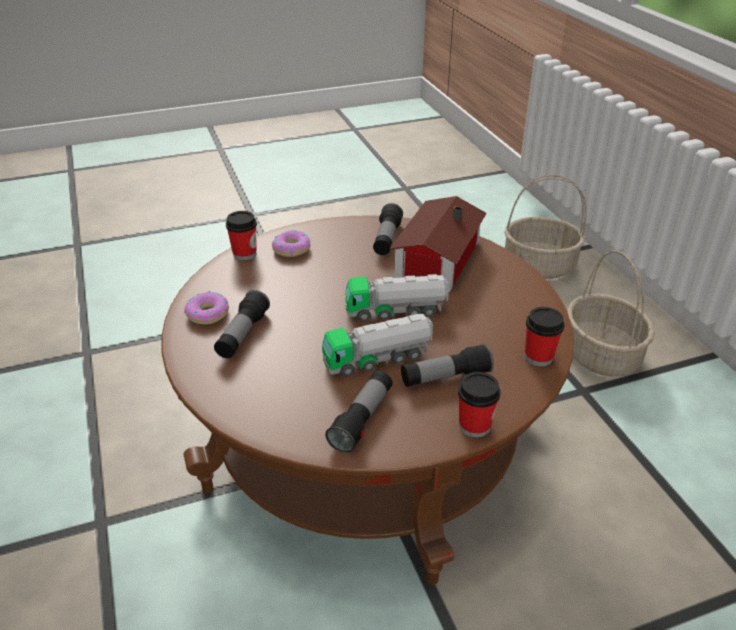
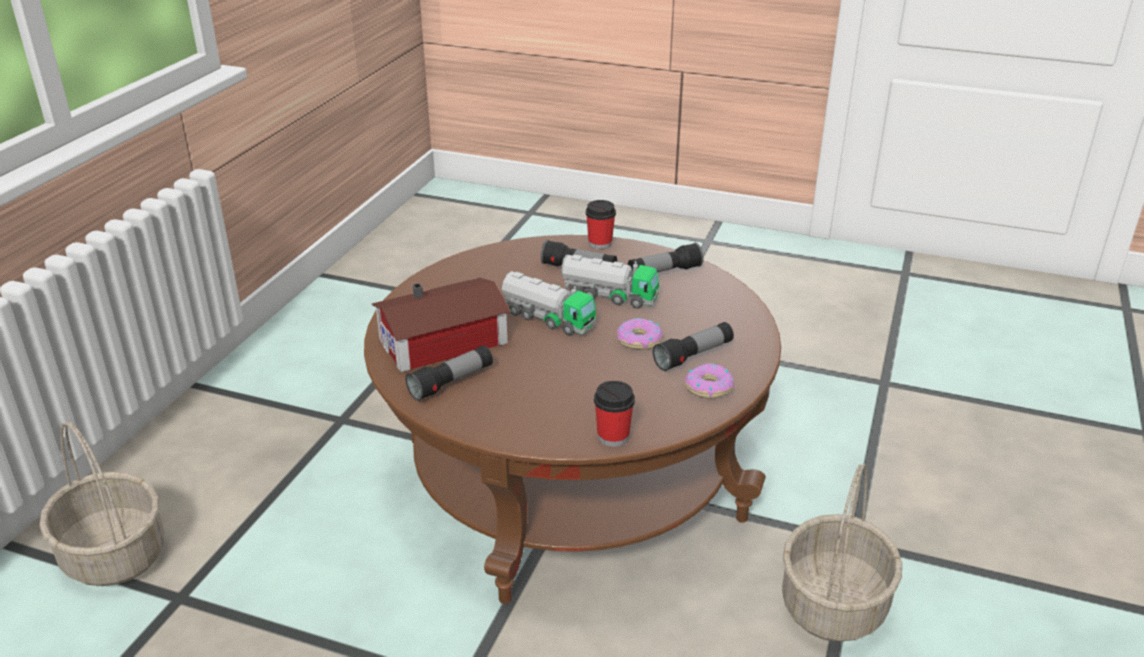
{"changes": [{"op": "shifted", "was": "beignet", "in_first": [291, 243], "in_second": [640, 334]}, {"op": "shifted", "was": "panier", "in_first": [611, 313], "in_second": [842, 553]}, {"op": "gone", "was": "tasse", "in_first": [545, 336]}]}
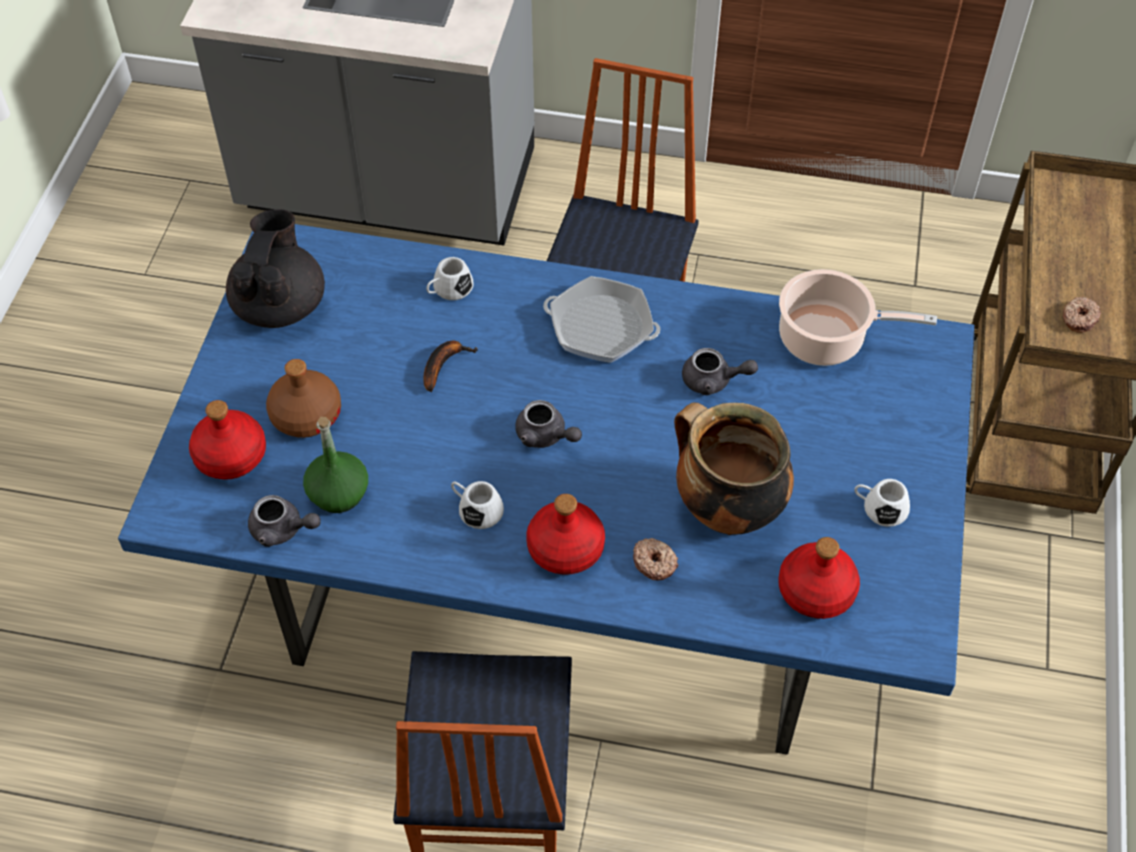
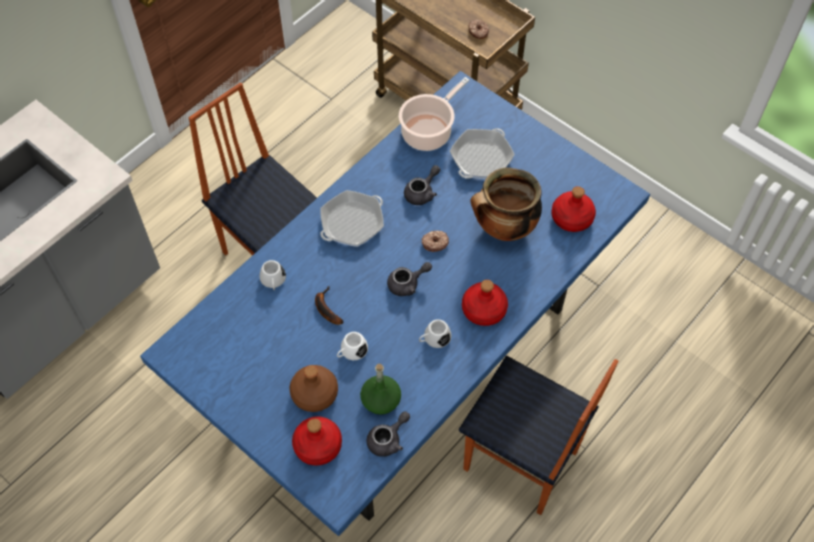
{"changes": [{"op": "shifted", "was": "mug/blanc", "in_first": [882, 503], "in_second": [352, 346]}, {"op": "shifted", "was": "beignet", "in_first": [655, 559], "in_second": [435, 241]}, {"op": "new", "now": "poêle", "in_second": [482, 153]}, {"op": "gone", "was": "théière/noir", "in_first": [275, 268]}]}
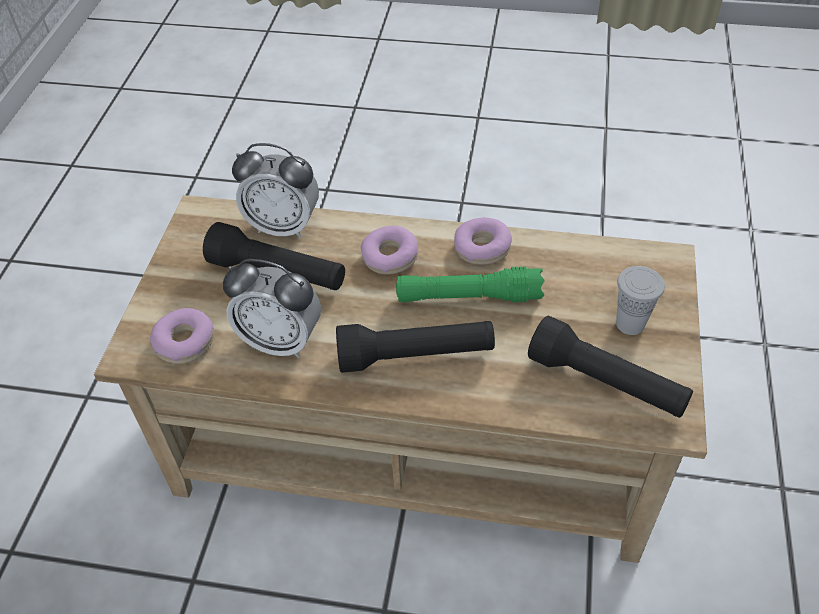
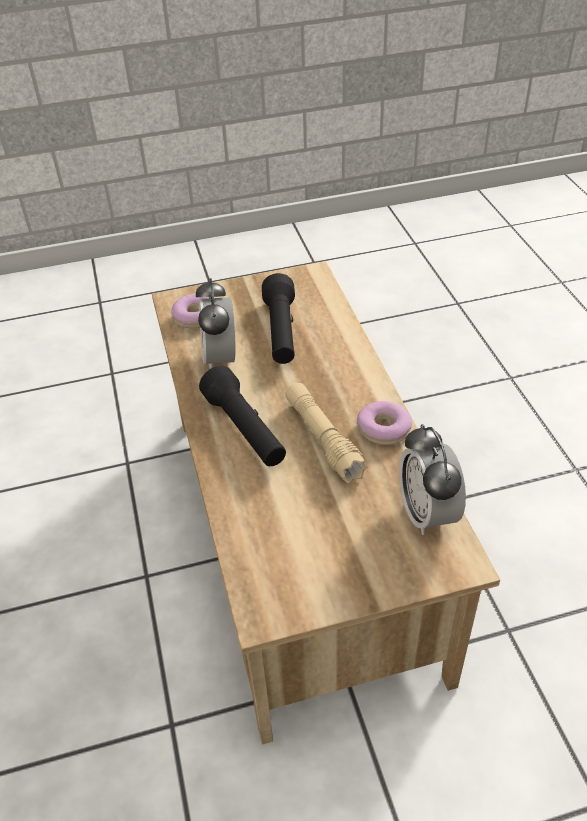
{"changes": [{"op": "repainted", "was": "lampe de poche/vert", "now": "lampe de poche/beige", "in_first": [470, 284], "in_second": [326, 433]}, {"op": "shifted", "was": "réveil", "in_first": [275, 190], "in_second": [432, 479]}, {"op": "gone", "was": "beignet", "in_first": [389, 250]}, {"op": "gone", "was": "lampe de poche/noir", "in_first": [610, 367]}, {"op": "gone", "was": "tasse/blanc", "in_first": [640, 300]}]}
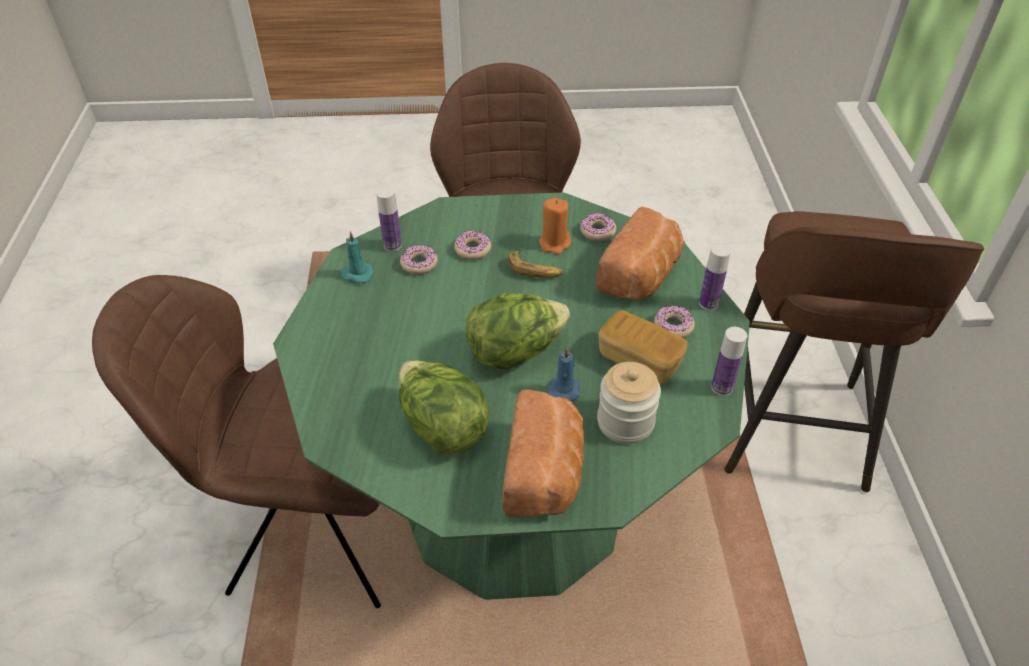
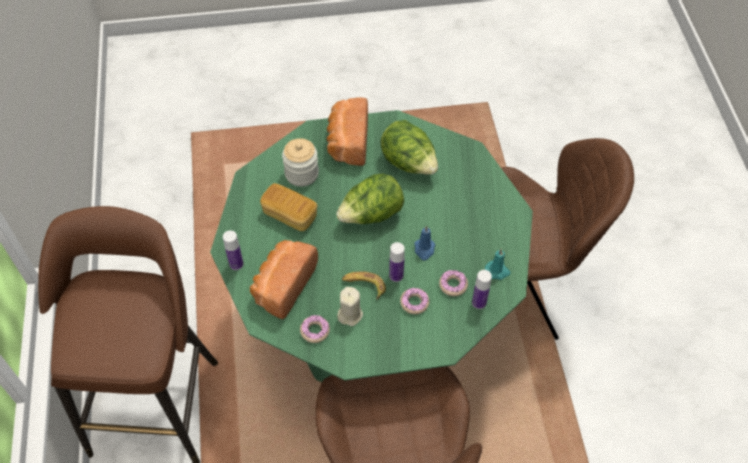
{"changes": [{"op": "repainted", "was": "bougie/orange", "now": "bougie/beige", "in_first": [555, 226], "in_second": [350, 306]}, {"op": "shifted", "was": "bouteille", "in_first": [729, 361], "in_second": [397, 262]}, {"op": "shifted", "was": "bougie/bleu", "in_first": [563, 374], "in_second": [424, 242]}, {"op": "gone", "was": "beignet", "in_first": [674, 321]}]}
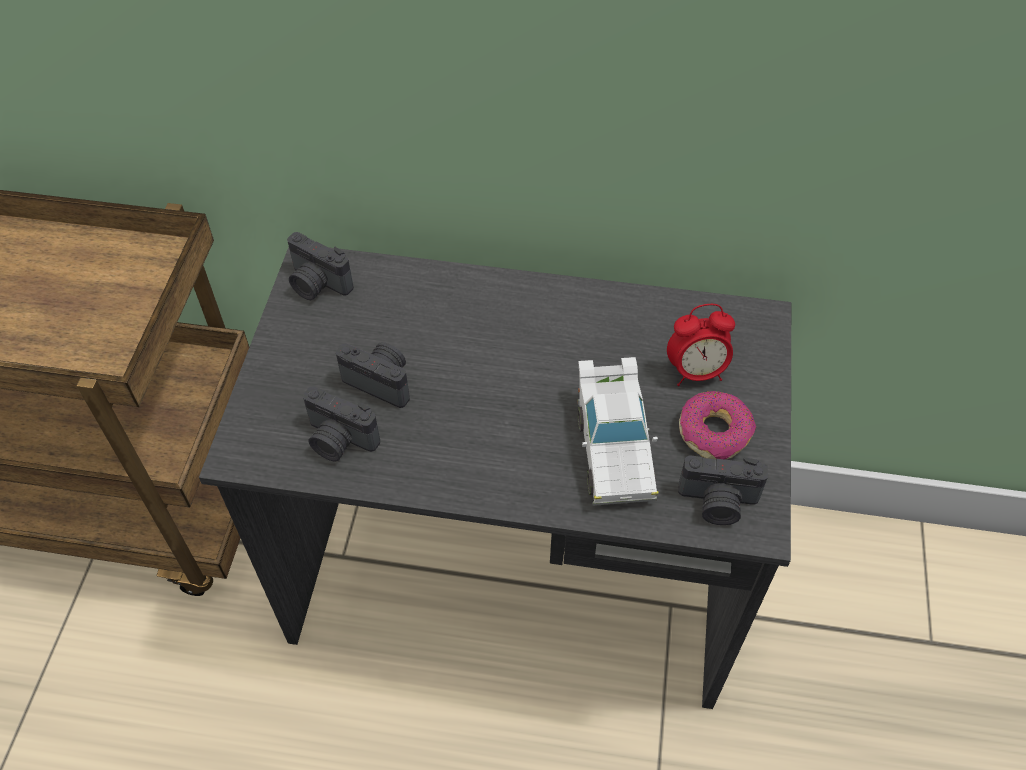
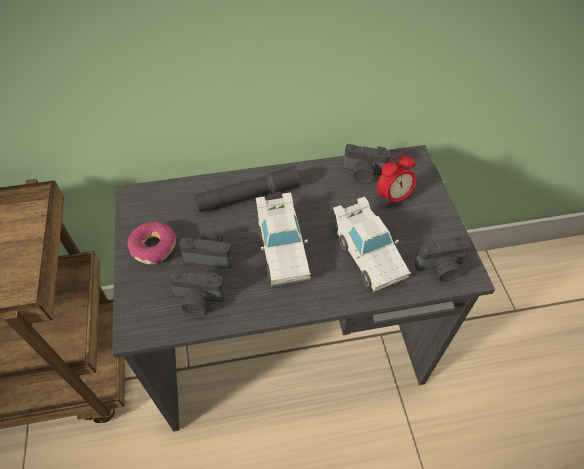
{"changes": [{"op": "shifted", "was": "beignet", "in_first": [717, 425], "in_second": [152, 243]}, {"op": "new", "now": "lampe de poche/gris", "in_second": [247, 189]}, {"op": "new", "now": "petite voiture/blanc", "in_second": [283, 239]}, {"op": "shifted", "was": "appareil photo", "in_first": [320, 266], "in_second": [366, 164]}]}
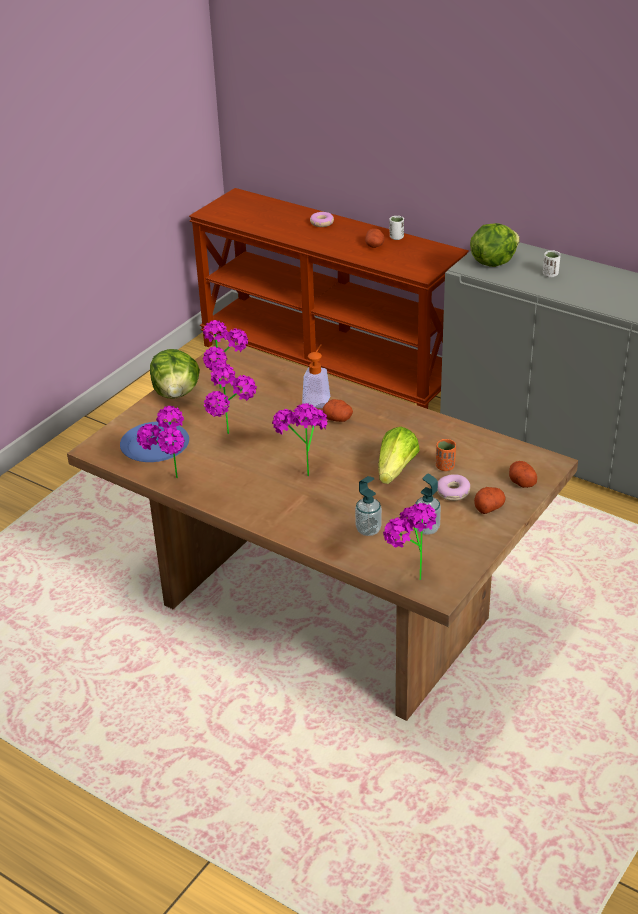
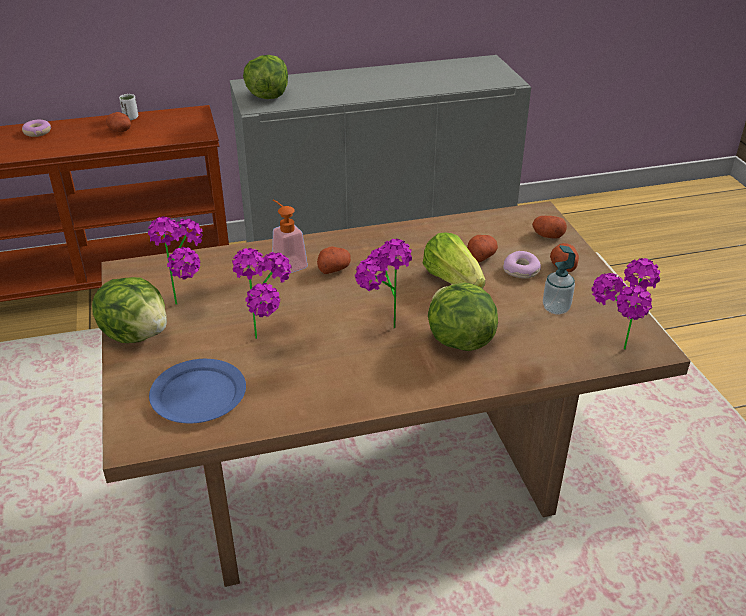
{"changes": [{"op": "new", "now": "laitue", "in_second": [463, 317]}, {"op": "swapped", "was": "tasse/orange", "now": "pomme de terre", "in_first": [446, 455], "in_second": [482, 248]}, {"op": "gone", "was": "plante en pot", "in_first": [161, 442]}, {"op": "gone", "was": "distributeur de savon", "in_first": [368, 506]}, {"op": "gone", "was": "tasse/blanc", "in_first": [552, 263]}]}
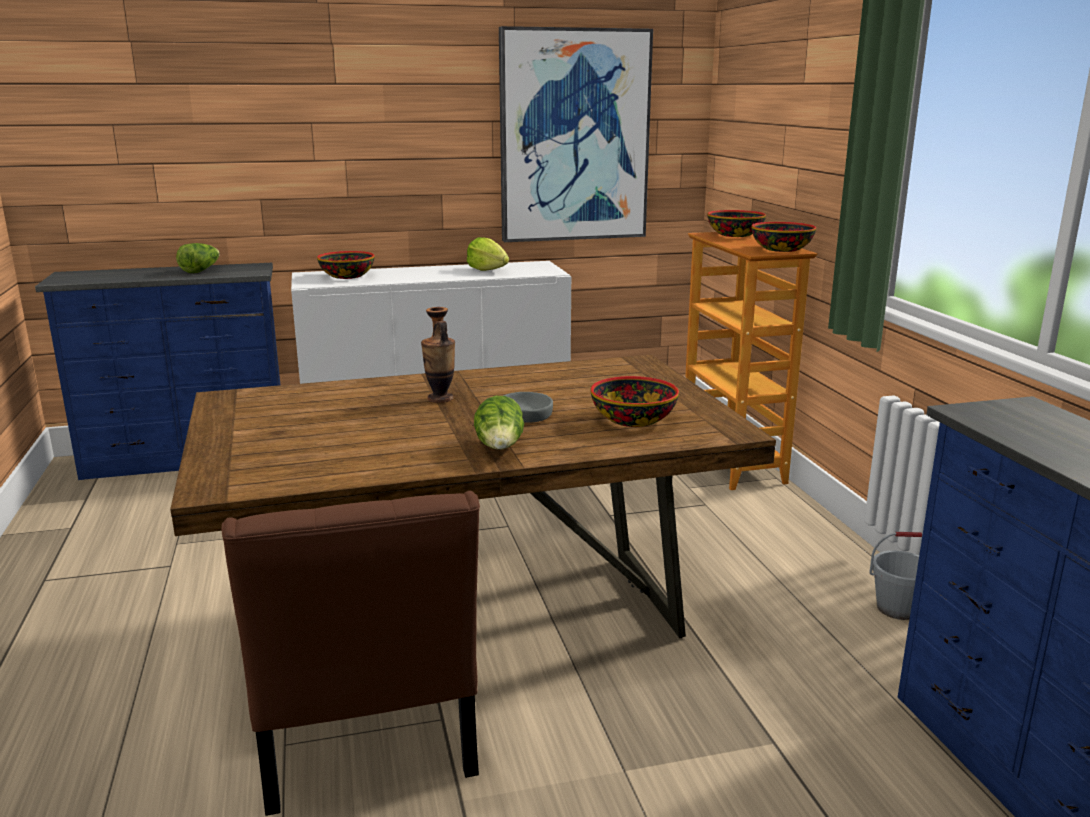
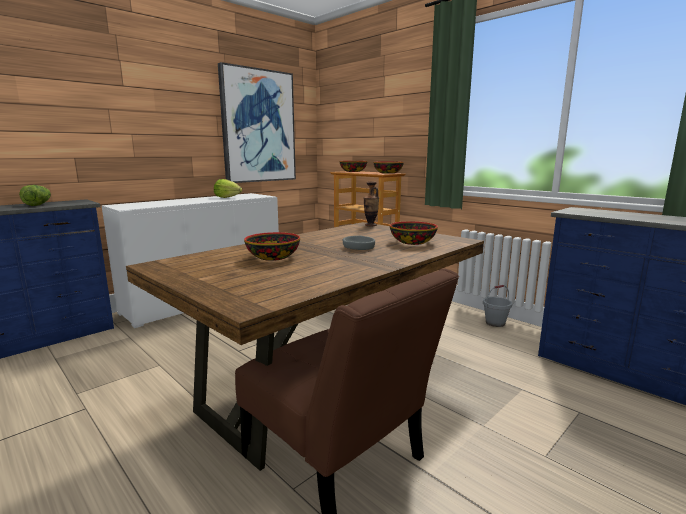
{"changes": [{"op": "shifted", "was": "bol", "in_first": [346, 265], "in_second": [272, 246]}, {"op": "shifted", "was": "vase", "in_first": [438, 355], "in_second": [371, 204]}, {"op": "gone", "was": "laitue", "in_first": [499, 423]}]}
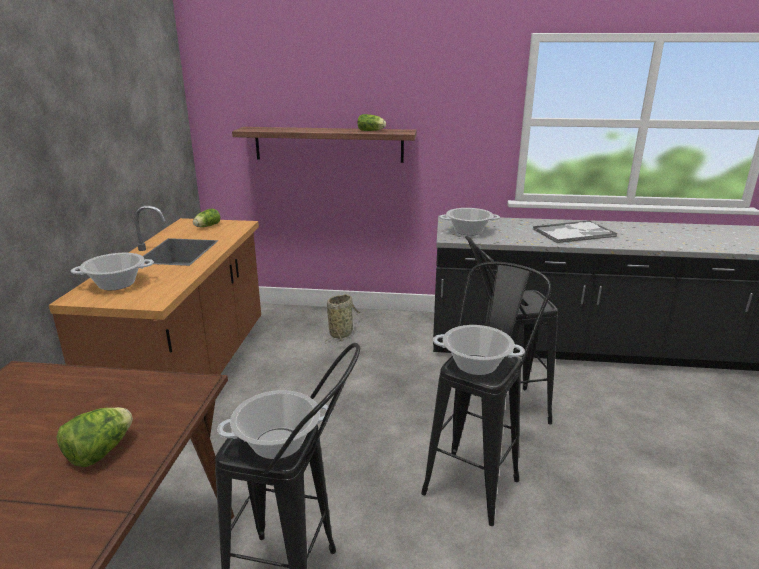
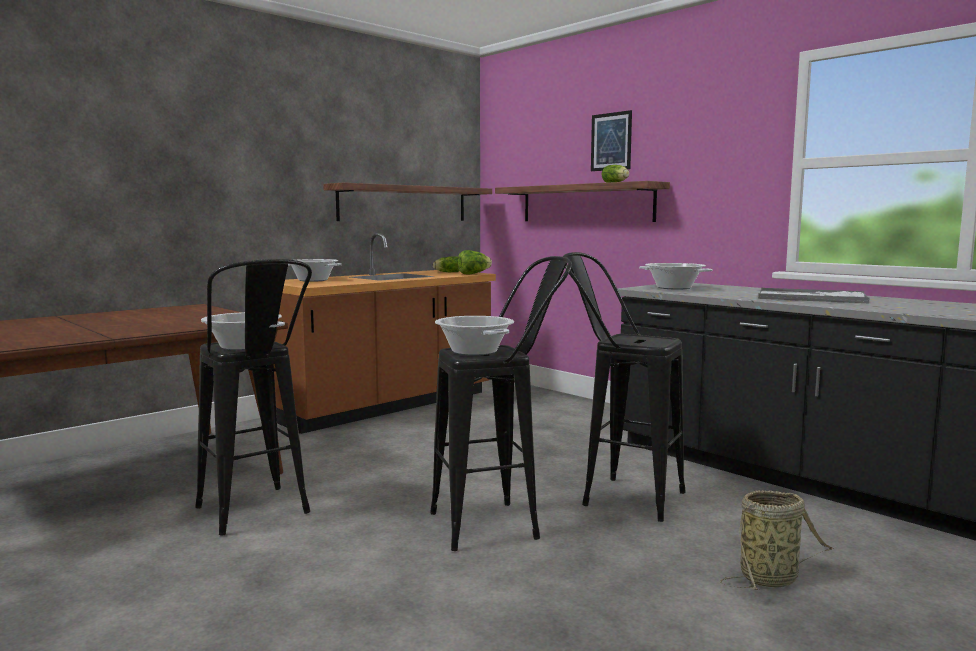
{"changes": [{"op": "new", "now": "étagère", "in_second": [407, 202]}, {"op": "shifted", "was": "laitue", "in_first": [94, 437], "in_second": [475, 262]}, {"op": "new", "now": "tableau", "in_second": [611, 140]}, {"op": "shifted", "was": "panier", "in_first": [342, 319], "in_second": [777, 540]}]}
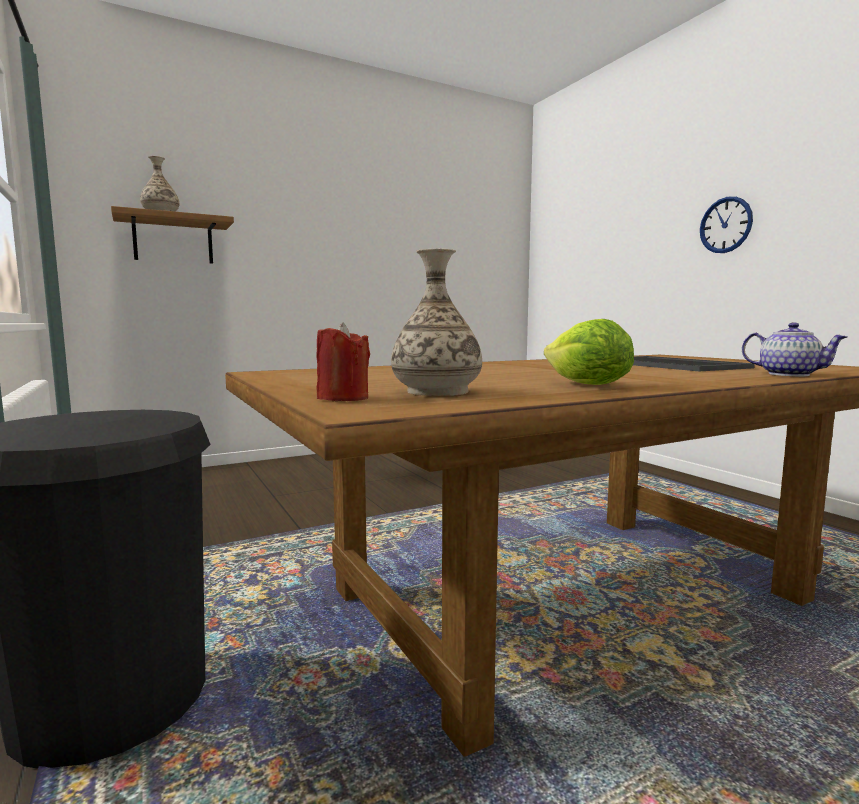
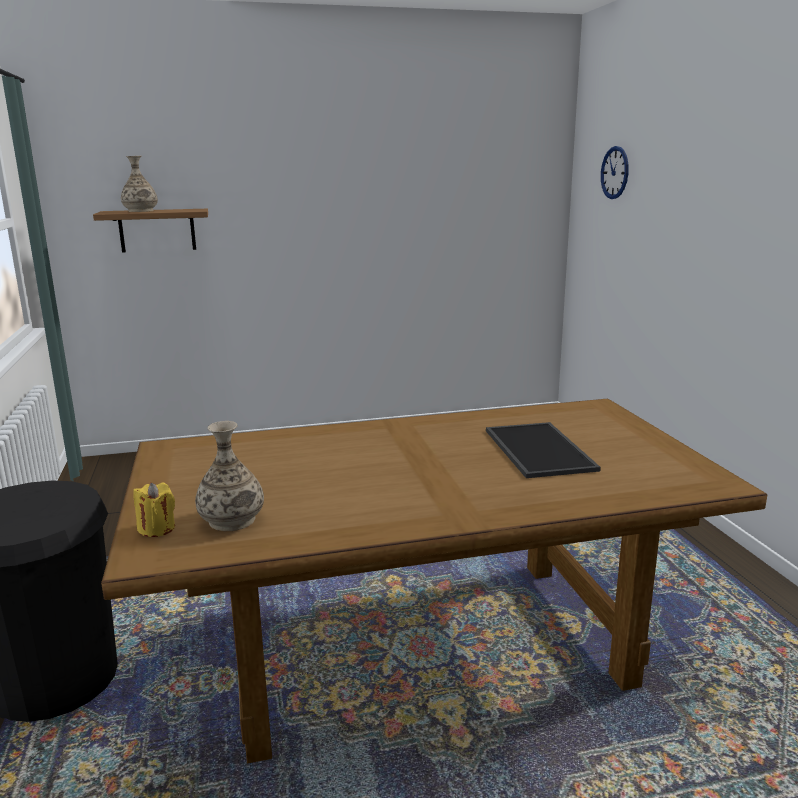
{"changes": [{"op": "repainted", "was": "bougie/rouge", "now": "bougie/jaune", "in_first": [343, 361], "in_second": [154, 509]}, {"op": "shifted", "was": "horloge murale", "in_first": [726, 224], "in_second": [615, 172]}, {"op": "gone", "was": "laitue", "in_first": [589, 352]}, {"op": "gone", "was": "théière", "in_first": [795, 349]}]}
